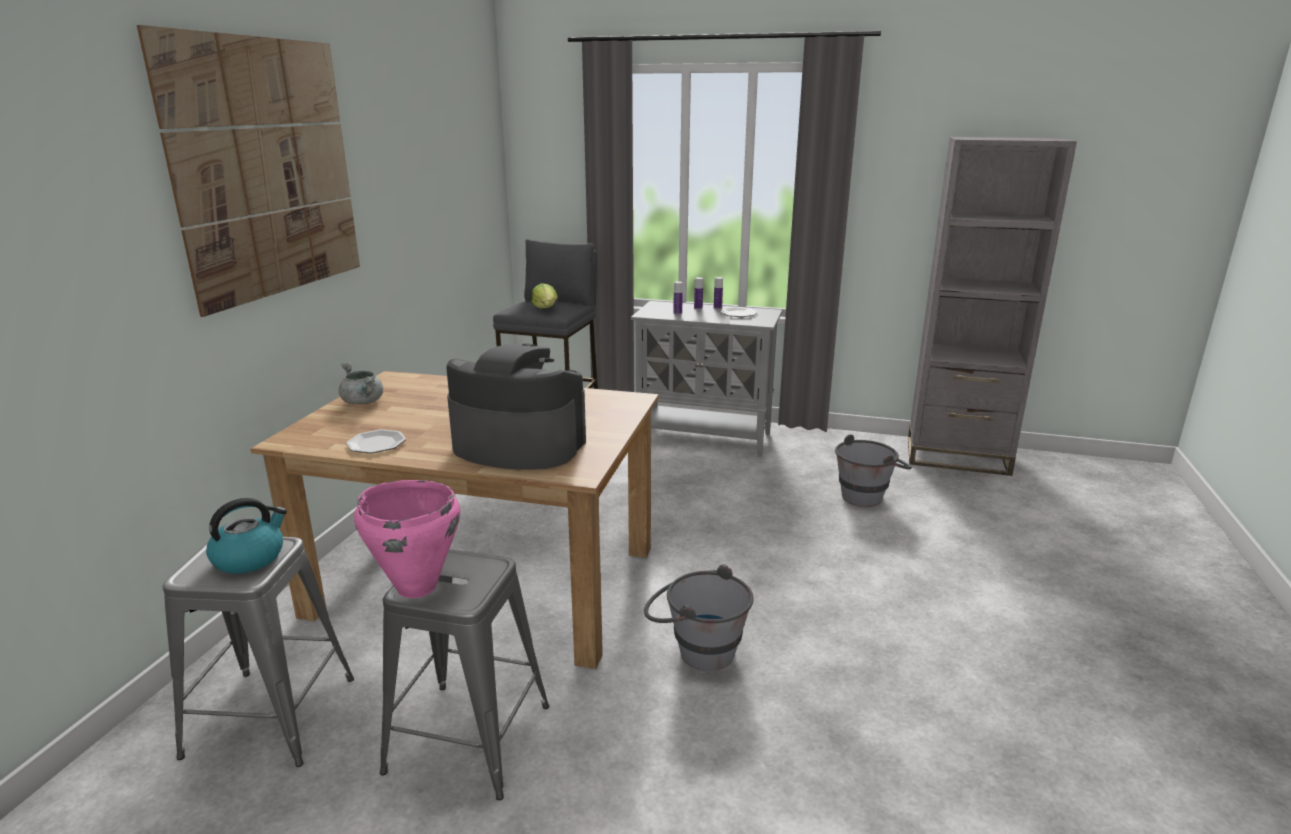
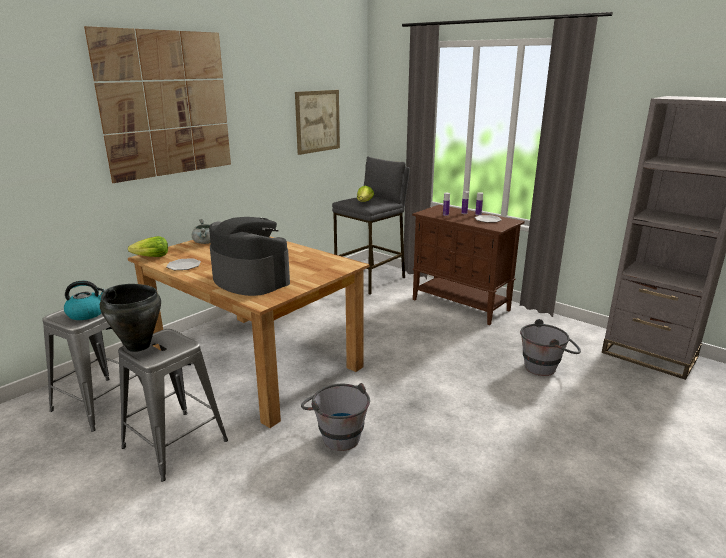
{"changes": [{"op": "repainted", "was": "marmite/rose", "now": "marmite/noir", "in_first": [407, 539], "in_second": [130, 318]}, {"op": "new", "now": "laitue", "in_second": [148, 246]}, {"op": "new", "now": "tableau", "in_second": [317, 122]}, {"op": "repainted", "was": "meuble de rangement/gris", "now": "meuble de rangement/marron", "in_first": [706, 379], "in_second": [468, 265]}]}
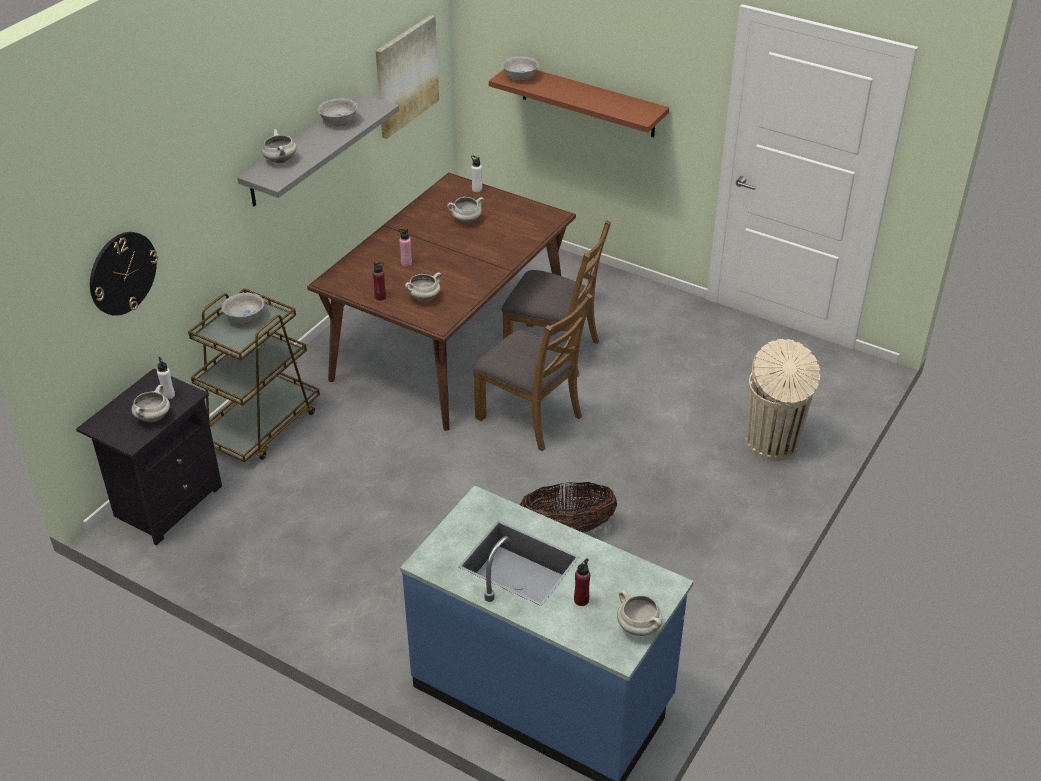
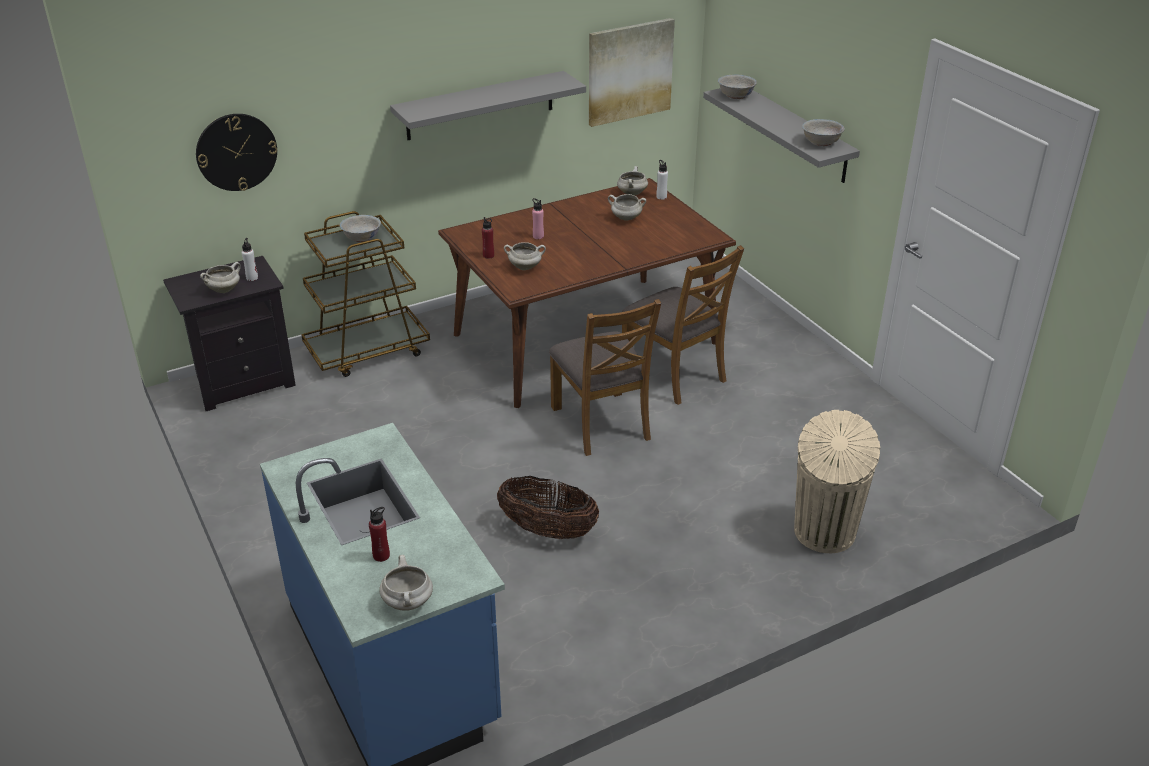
{"changes": [{"op": "shifted", "was": "marmite/blanc", "in_first": [279, 146], "in_second": [632, 180]}, {"op": "repainted", "was": "étagère/marron", "now": "étagère/gris", "in_first": [579, 103], "in_second": [781, 135]}, {"op": "shifted", "was": "bol/blanc", "in_first": [337, 112], "in_second": [823, 132]}]}
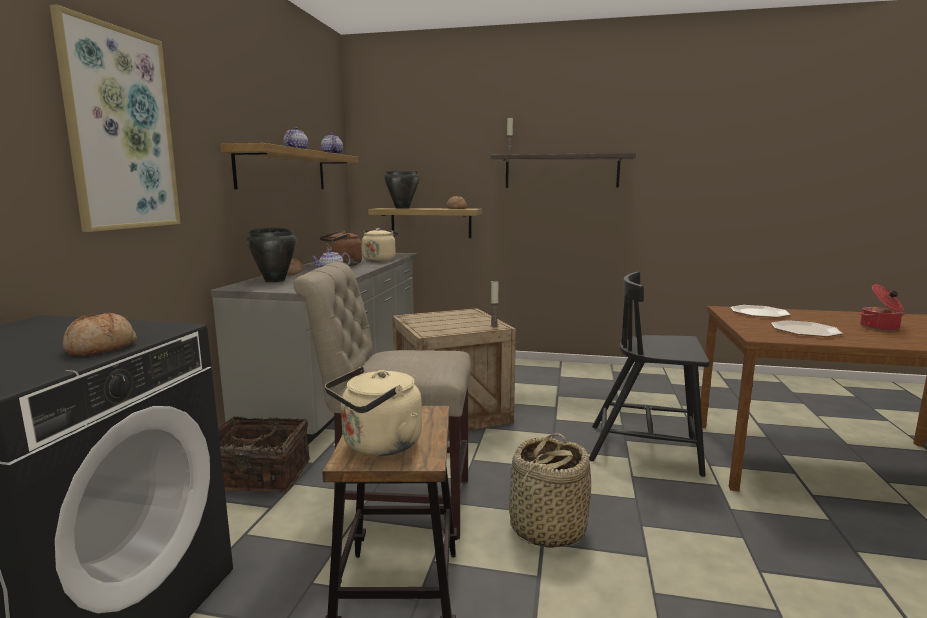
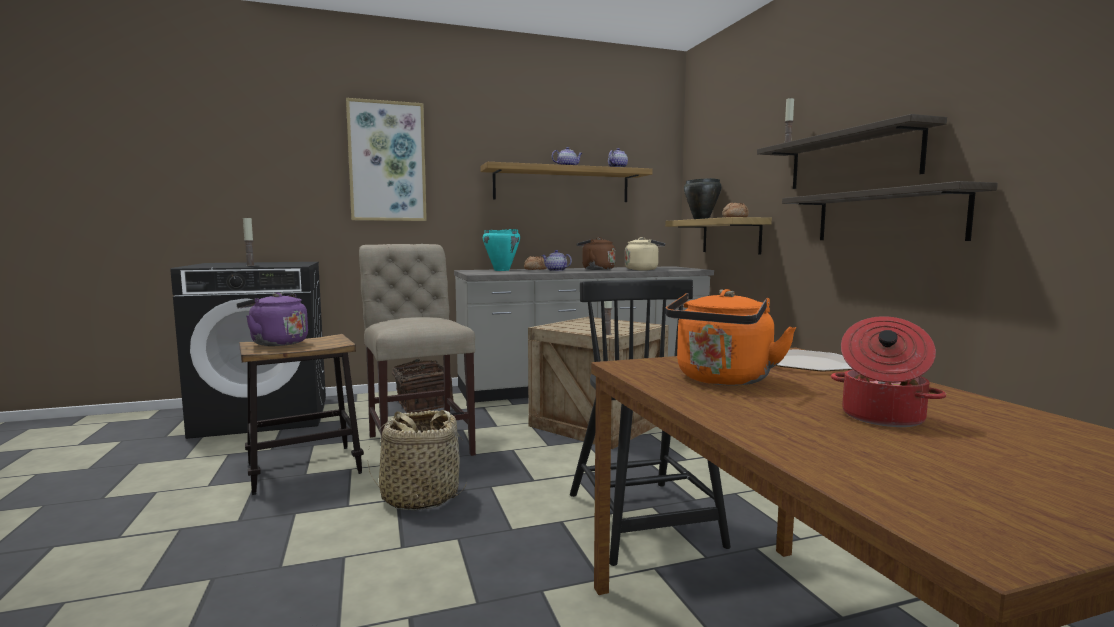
{"changes": [{"op": "repainted", "was": "bouilloire/beige", "now": "bouilloire/violet", "in_first": [373, 411], "in_second": [272, 319]}, {"op": "swapped", "was": "pain", "now": "bougie", "in_first": [100, 334], "in_second": [249, 242]}, {"op": "repainted", "was": "marmite/noir", "now": "marmite/turquoise", "in_first": [272, 255], "in_second": [501, 250]}, {"op": "swapped", "was": "assiette", "now": "bouilloire/orange", "in_first": [807, 328], "in_second": [731, 337]}, {"op": "new", "now": "étagère", "in_second": [890, 211]}]}
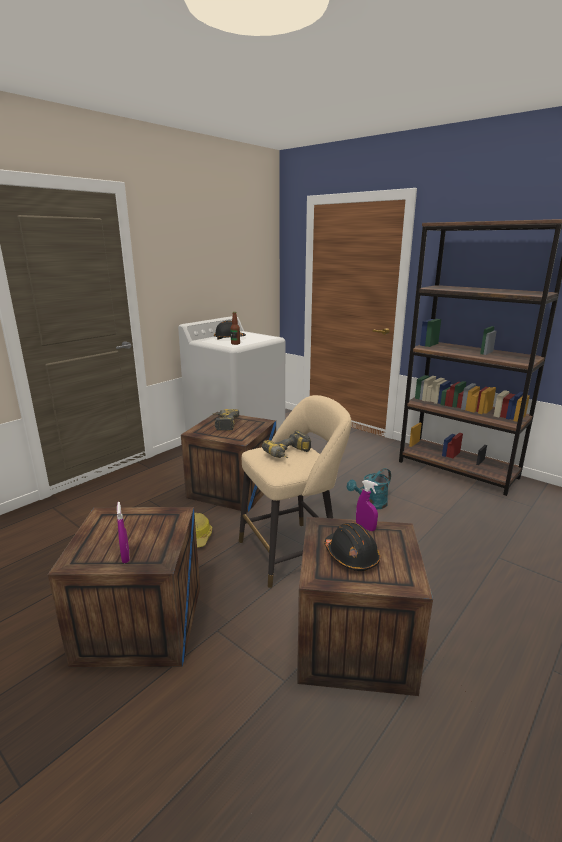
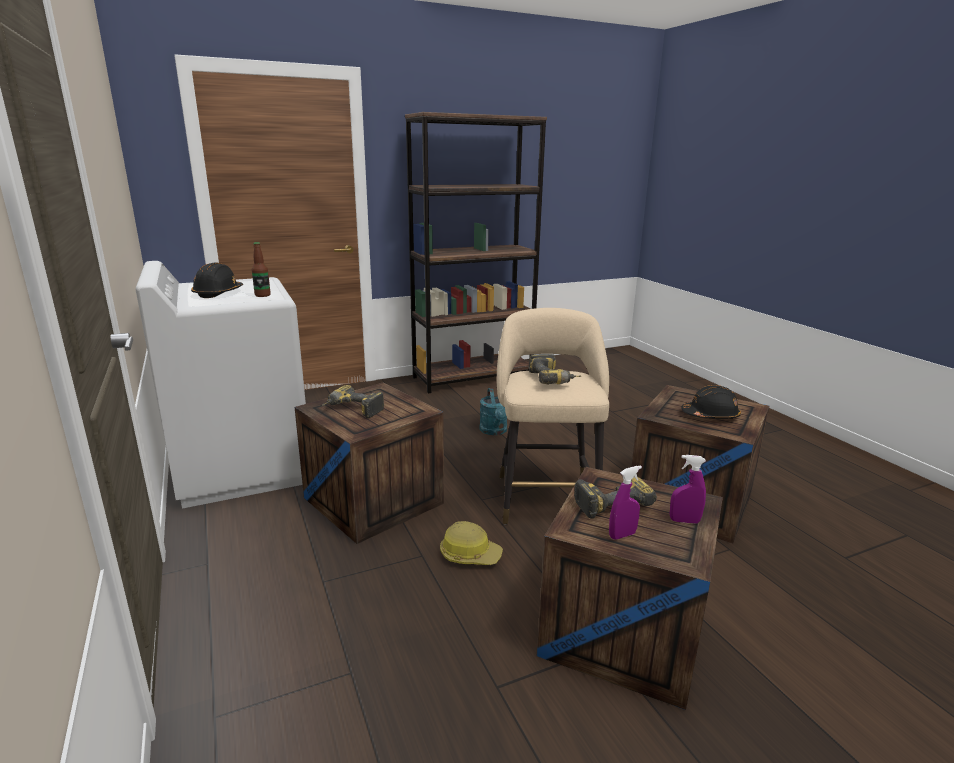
{"changes": [{"op": "new", "now": "perceuse", "in_second": [615, 496]}, {"op": "shifted", "was": "vaporisateur/violet", "in_first": [367, 505], "in_second": [625, 502]}]}
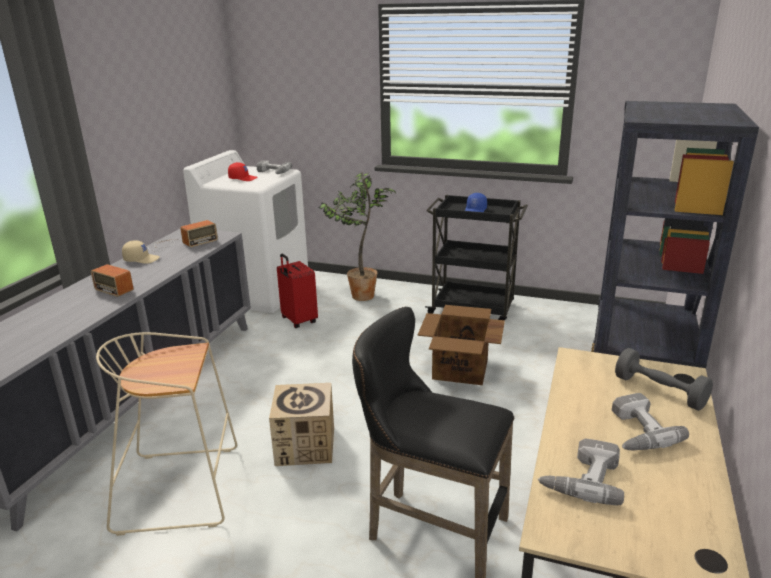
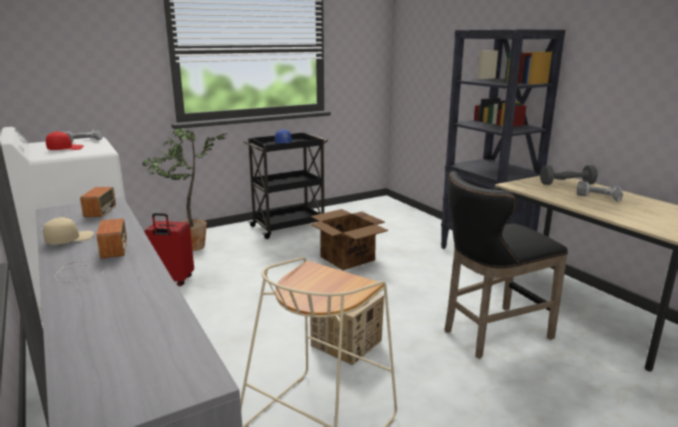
{"changes": [{"op": "rotated", "was": "radio", "in_first": [111, 280], "in_second": [90, 250], "clockwise": -90}, {"op": "gone", "was": "perceuse", "in_first": [580, 471]}]}
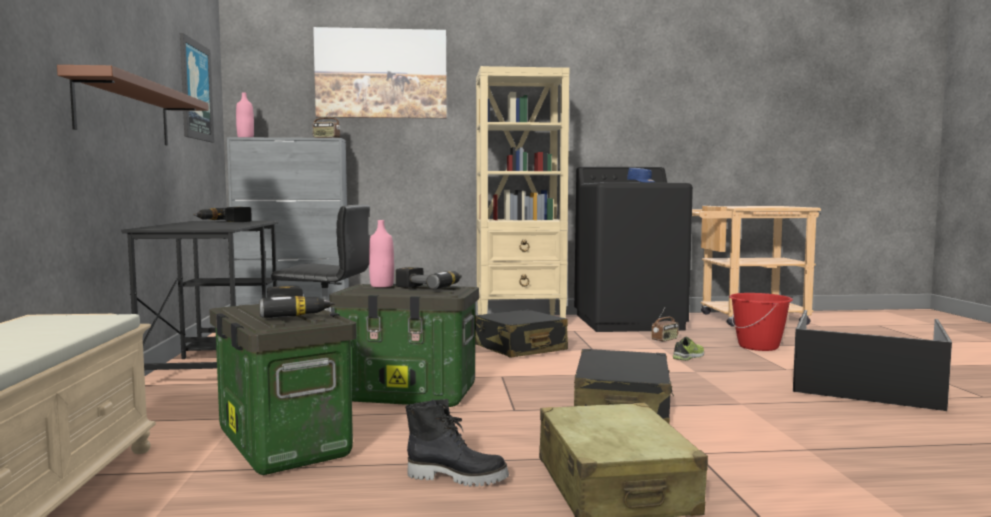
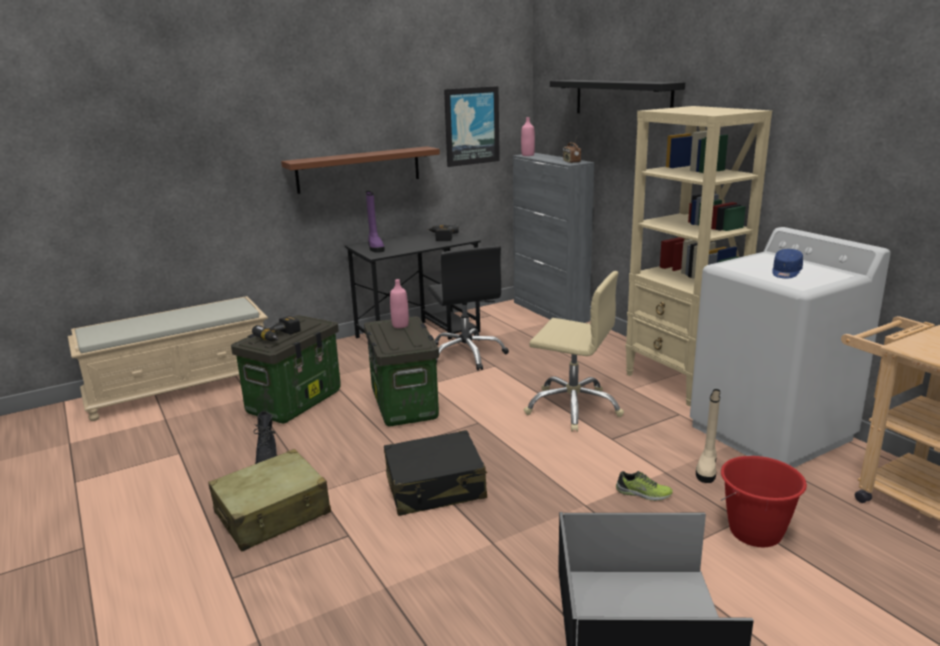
{"changes": [{"op": "new", "now": "botte/violet", "in_second": [375, 222]}, {"op": "swapped", "was": "valise/noir", "now": "chaise de bureau/beige", "in_first": [521, 333], "in_second": [574, 351]}, {"op": "swapped", "was": "tableau", "now": "étagère/noir", "in_first": [380, 73], "in_second": [617, 96]}, {"op": "repainted", "was": "lave-linge/noir", "now": "lave-linge/blanc", "in_first": [633, 249], "in_second": [790, 347]}, {"op": "swapped", "was": "radio", "now": "botte/beige", "in_first": [665, 325], "in_second": [708, 436]}, {"op": "gone", "was": "perceuse", "in_first": [429, 278]}]}
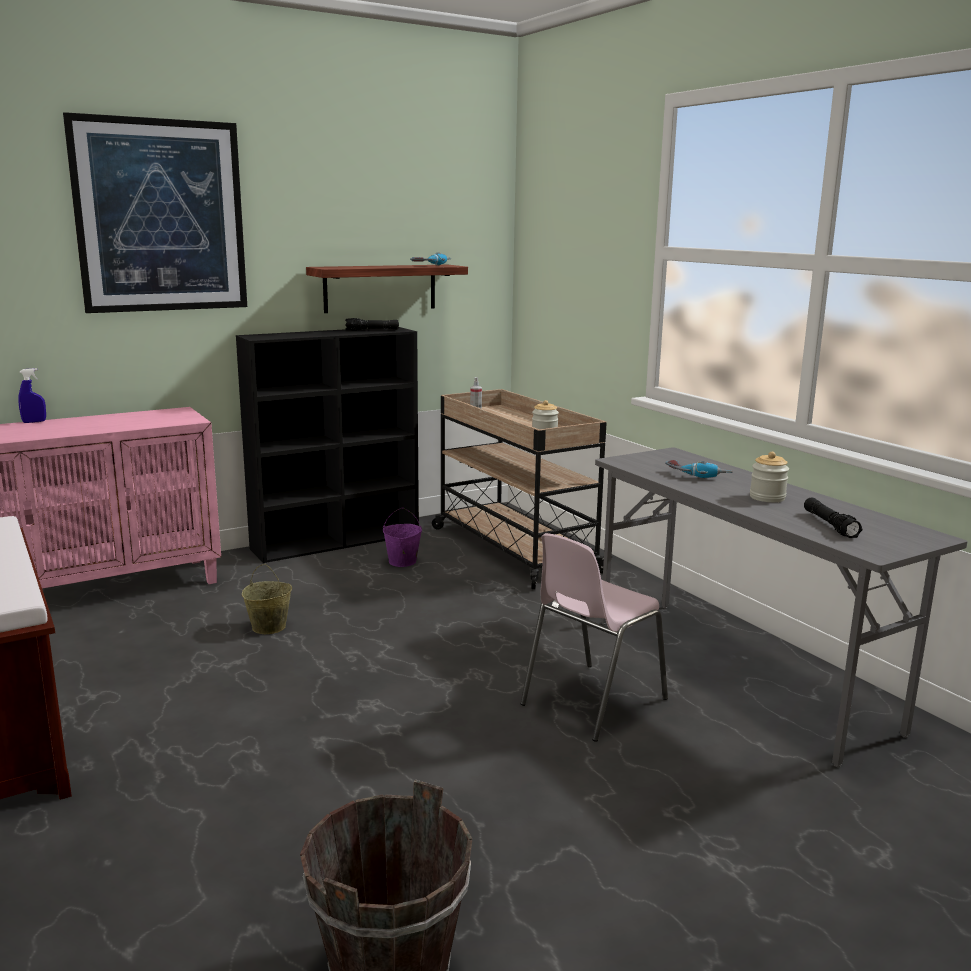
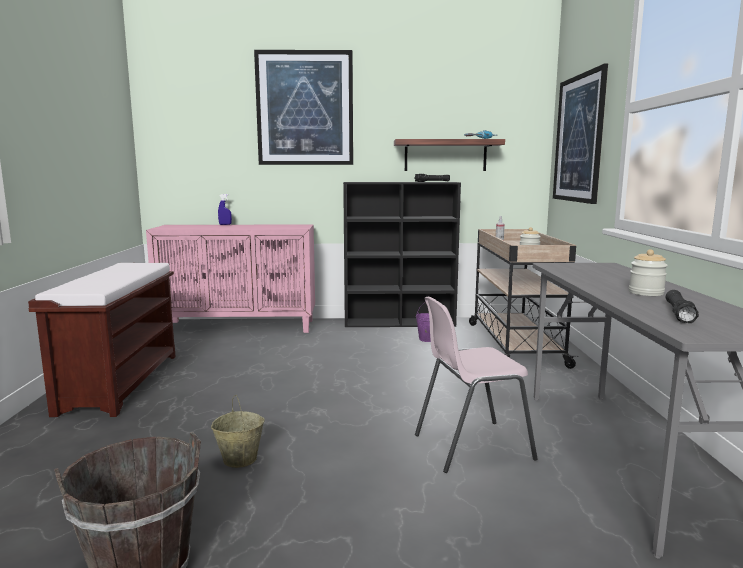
{"changes": [{"op": "shifted", "was": "seau/beige", "in_first": [267, 599], "in_second": [238, 431]}, {"op": "new", "now": "tableau", "in_second": [580, 134]}, {"op": "gone", "was": "perceuse", "in_first": [699, 469]}]}
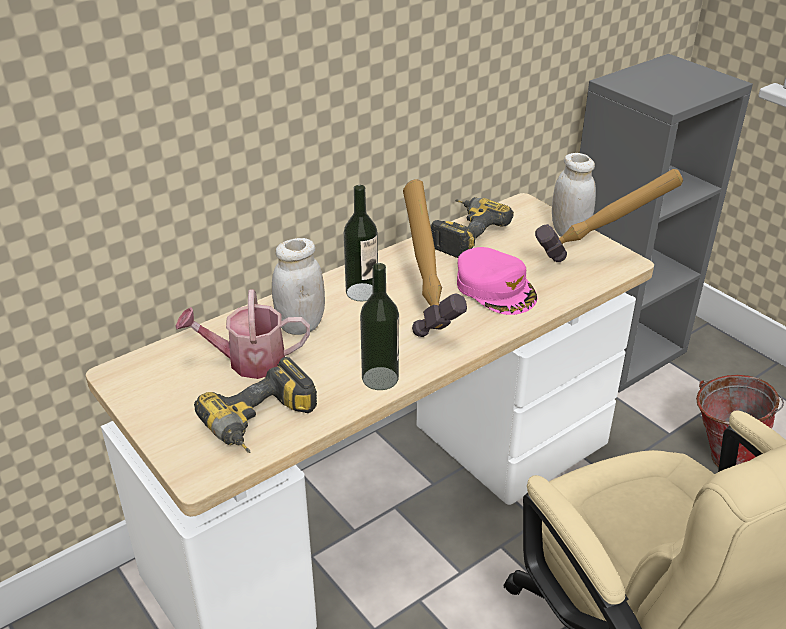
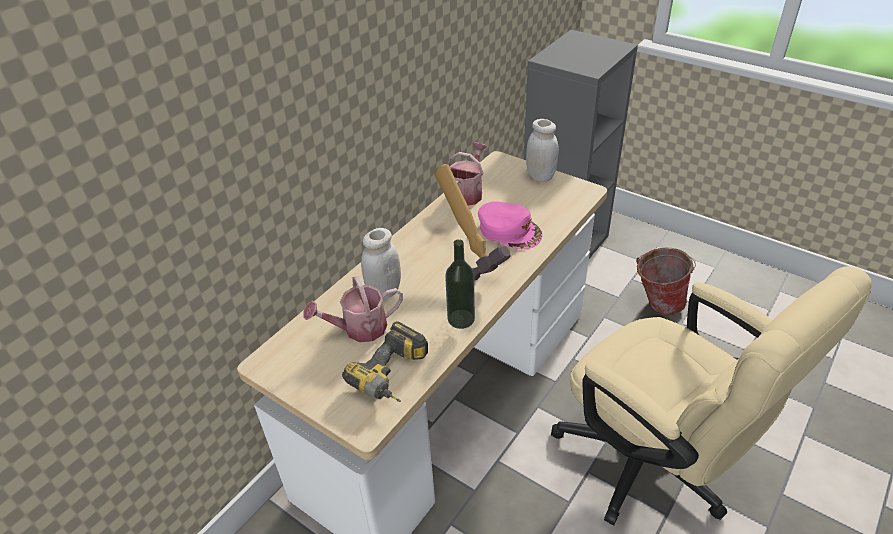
{"changes": [{"op": "swapped", "was": "perceuse", "now": "arrosoir", "in_first": [472, 227], "in_second": [468, 174]}, {"op": "gone", "was": "bouteille", "in_first": [361, 243]}, {"op": "gone", "was": "marteau", "in_first": [609, 215]}]}
